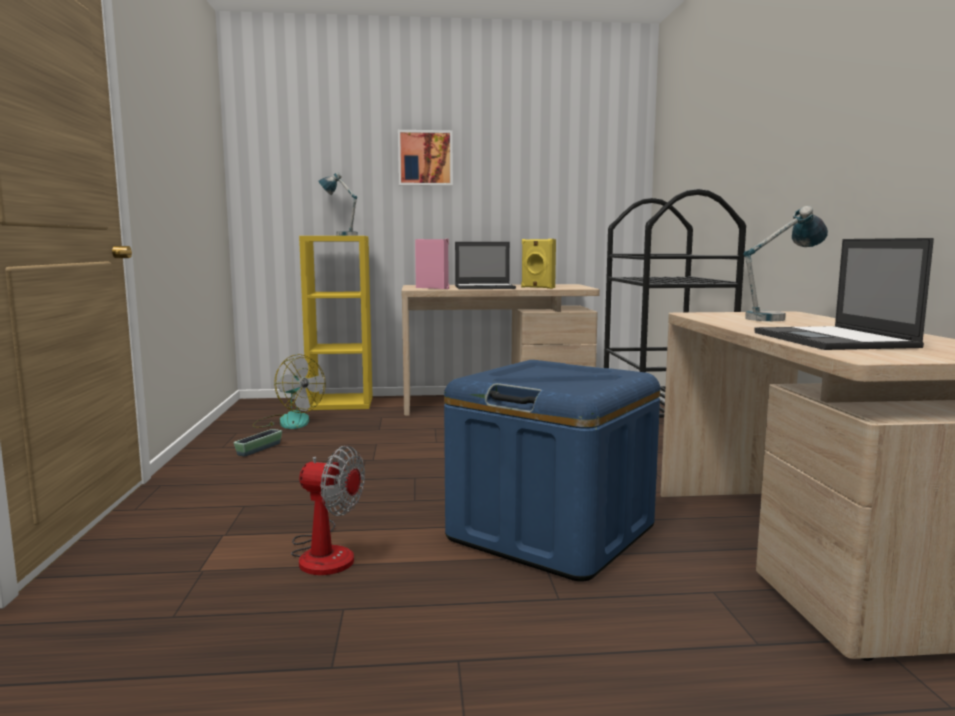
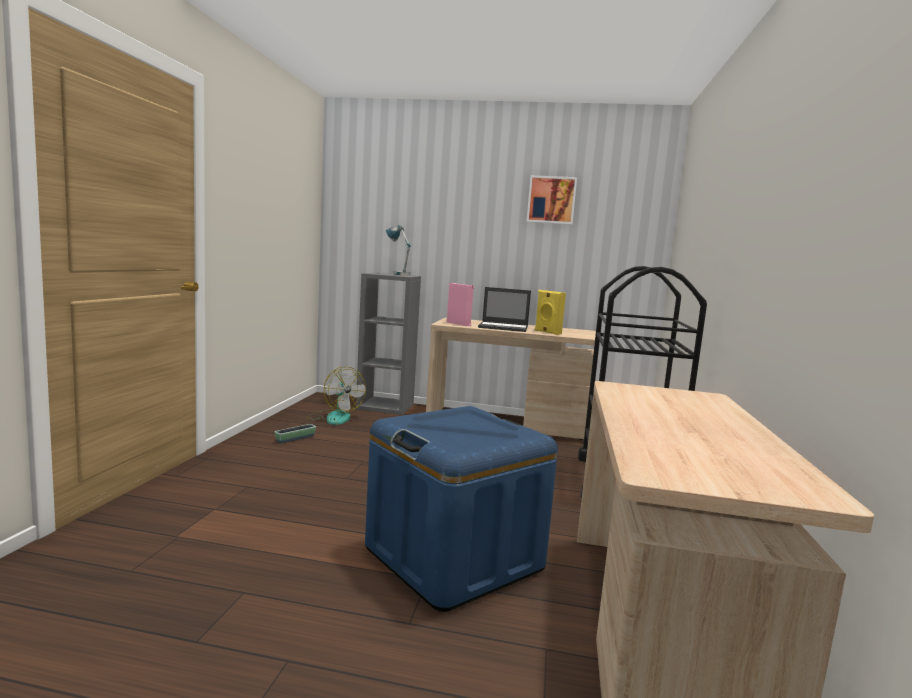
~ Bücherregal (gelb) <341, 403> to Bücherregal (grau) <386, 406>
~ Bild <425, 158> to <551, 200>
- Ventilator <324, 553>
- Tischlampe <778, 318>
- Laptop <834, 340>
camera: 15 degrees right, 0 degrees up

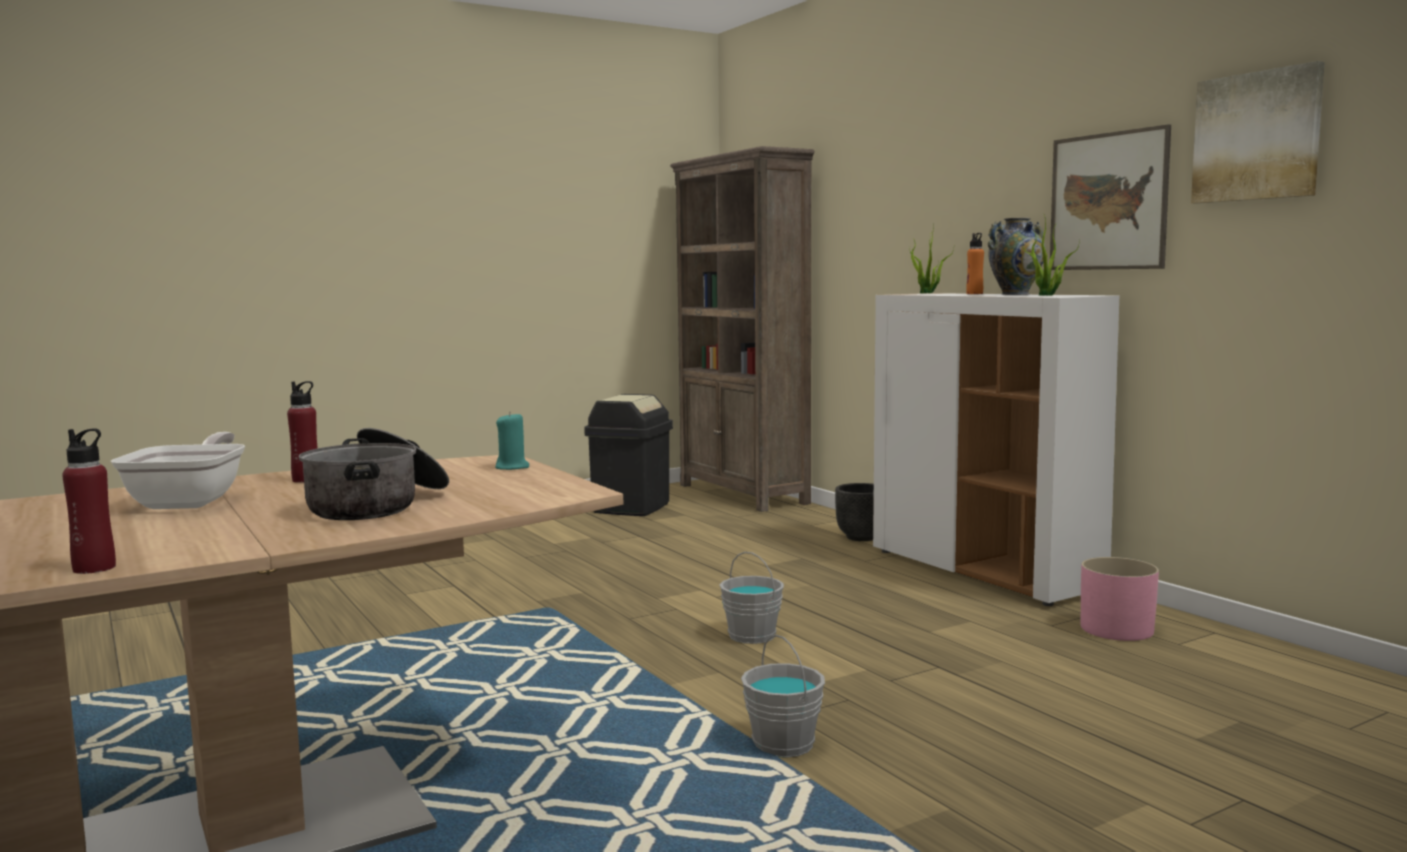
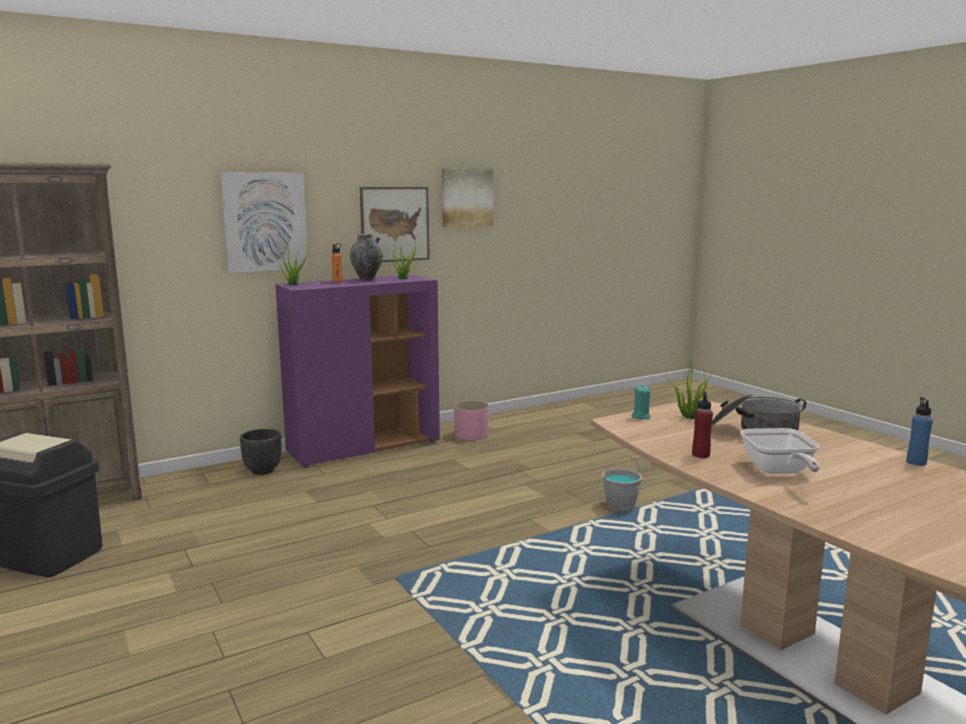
+ Bild <265, 222>
~ Schrank (weiß) <984, 571> to Schrank (lila) <364, 448>
+ Topfpflanze <688, 417>
~ Pfanne <192, 501> = <778, 471> 90 degrees counterclockwise
~ Flasche (rot) <94, 568> to Flasche (blau) <916, 462>
- Eimer (grau) <751, 635>
camera: 90 degrees left, 5 degrees up

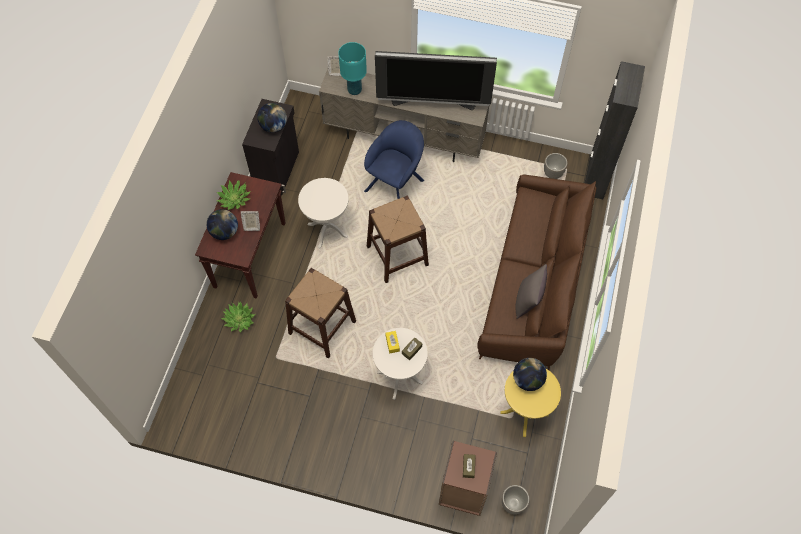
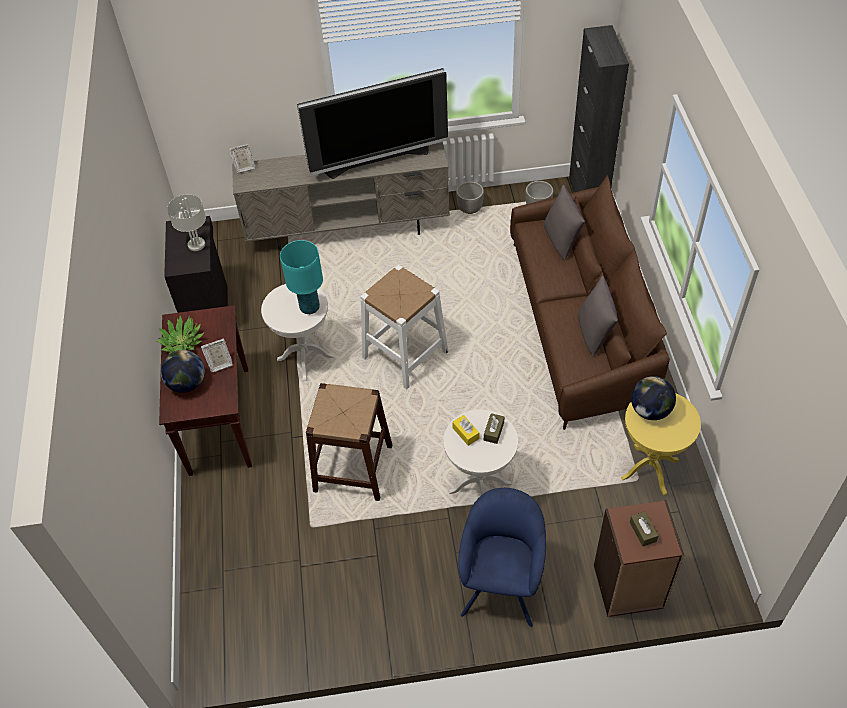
~ Globus <273, 126> to Tischlampe (grau) <196, 245>
~ Tischlampe (türkis) <354, 90> to <309, 307>
~ Hocker (braun) <397, 255> to Hocker (weiß) <405, 354>
~ Pflanzkübel <512, 503> to <469, 209>
~ Sessel (blau) <396, 183> to <502, 582>
+ Kissen (grau) <561, 241>
- Topfpflanze <239, 319>
camera: 20 degrees left, 10 degrees down

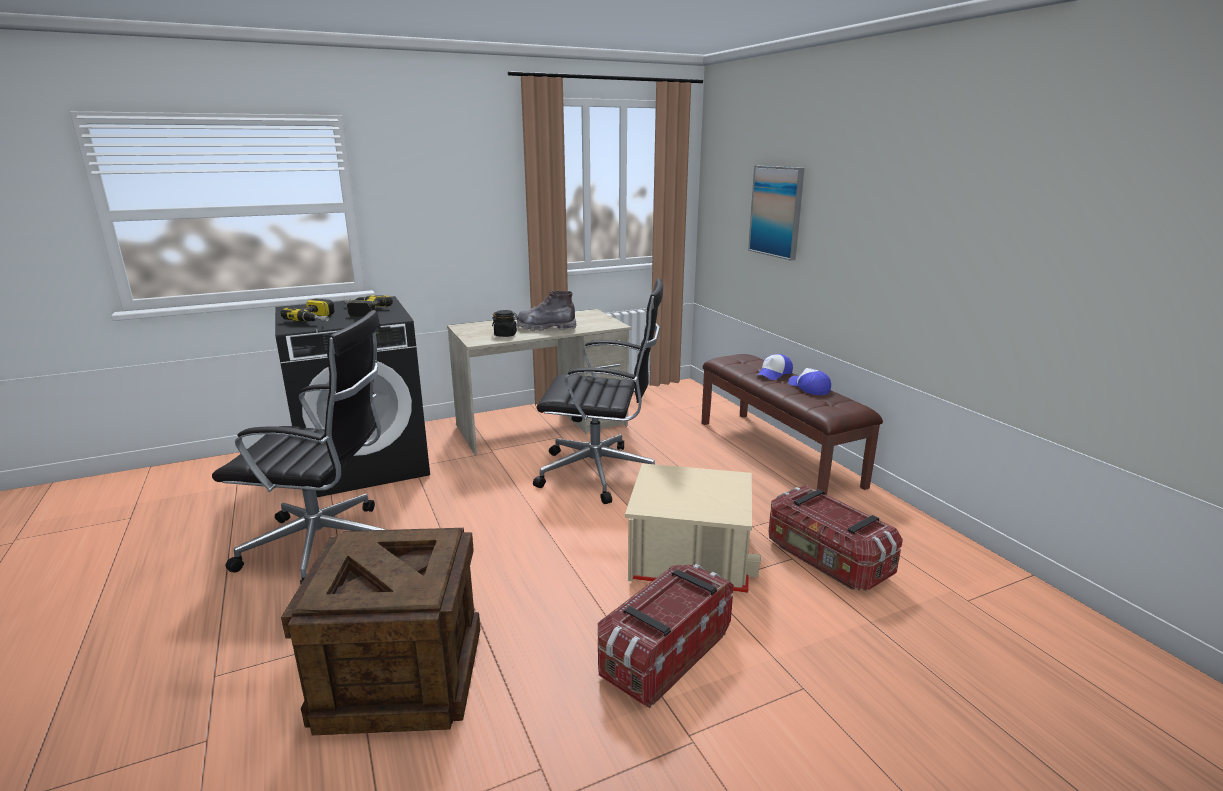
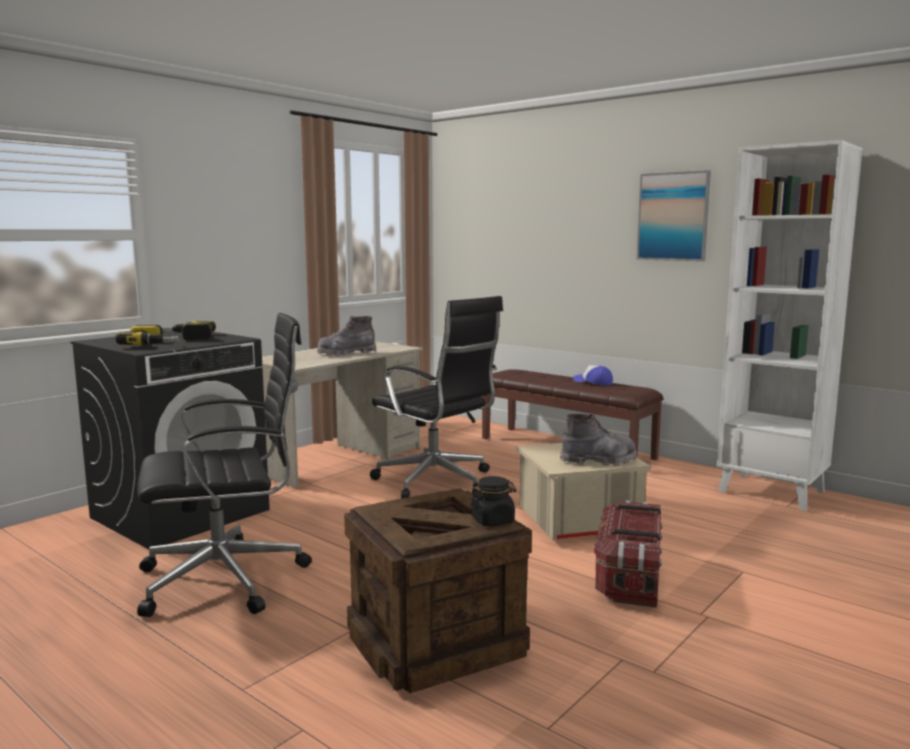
~ Bürostuhl (schwarz) <600, 473> = <437, 482> 60 degrees clockwise
~ Vorratsglas (schwarz) <505, 335> to <493, 520>
+ Stiefel (grau) <599, 461>
~ Bild <776, 211> to <673, 216>
+ Bücherregal (weiß) <772, 491>
- Kappe <774, 374>
- Aufbewahrungsbox <826, 560>
camera: 25 degrees left, 10 degrees down

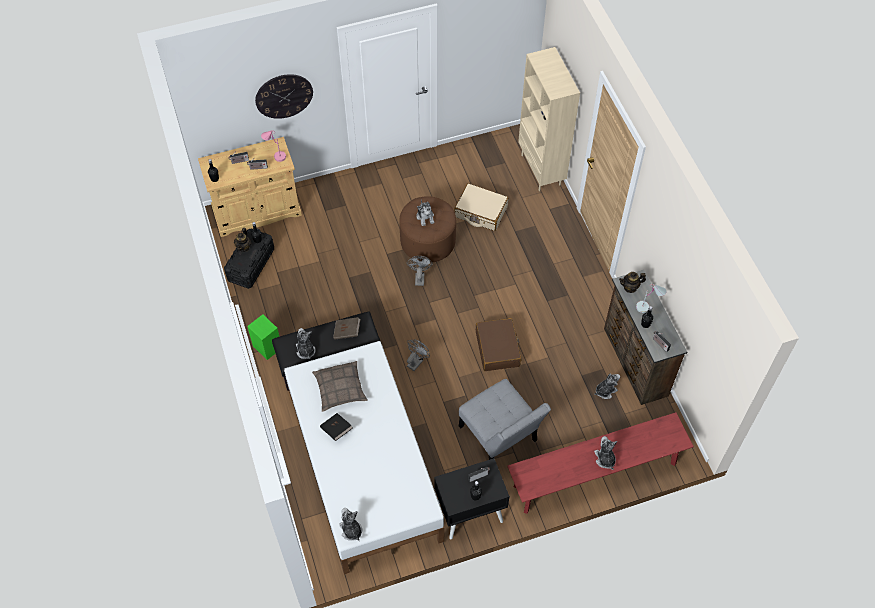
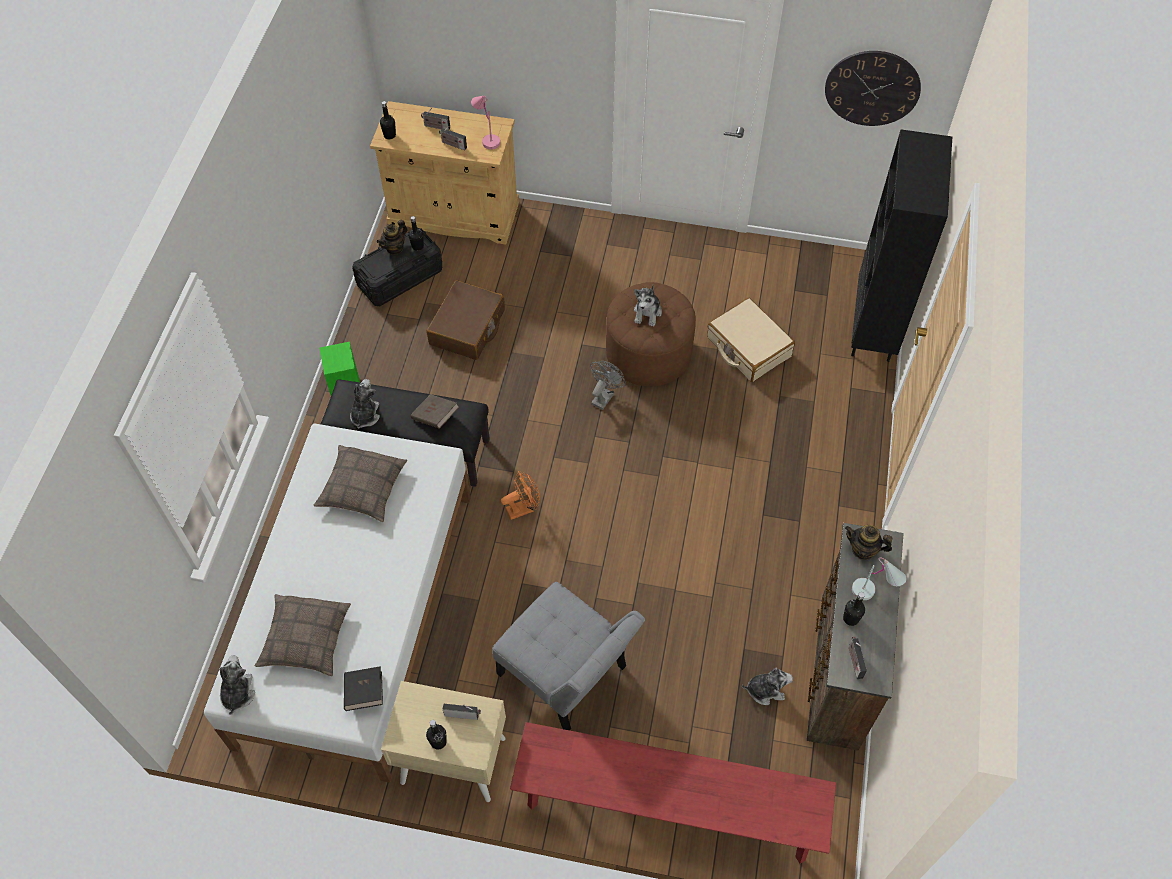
+ Kissen <305, 639>
~ Buch (schwarz) <336, 430> to <364, 693>
~ Nachttisch (schwarz) <469, 512> to Nachttisch (beige) <452, 760>
~ Koffer (braun) <498, 349> to <467, 328>
~ Stuhl (grau) <500, 437> = <567, 675> 45 degrees counterclockwise
~ Ventilator (grau) <416, 361> to Ventilator (orange) <523, 508>
~ Wanduhr <284, 96> to <872, 88>
~ Bücherregal (beige) <541, 170> to Bücherregal (schwarz) <874, 328>
- Plüschtier <605, 459>
camera: 30 degrees right, 0 degrees up

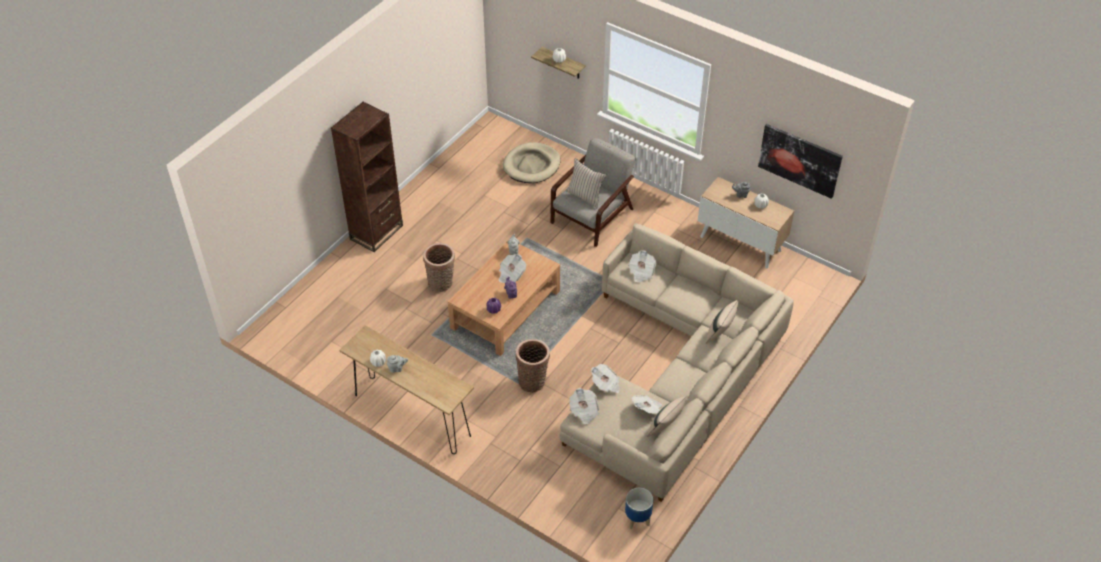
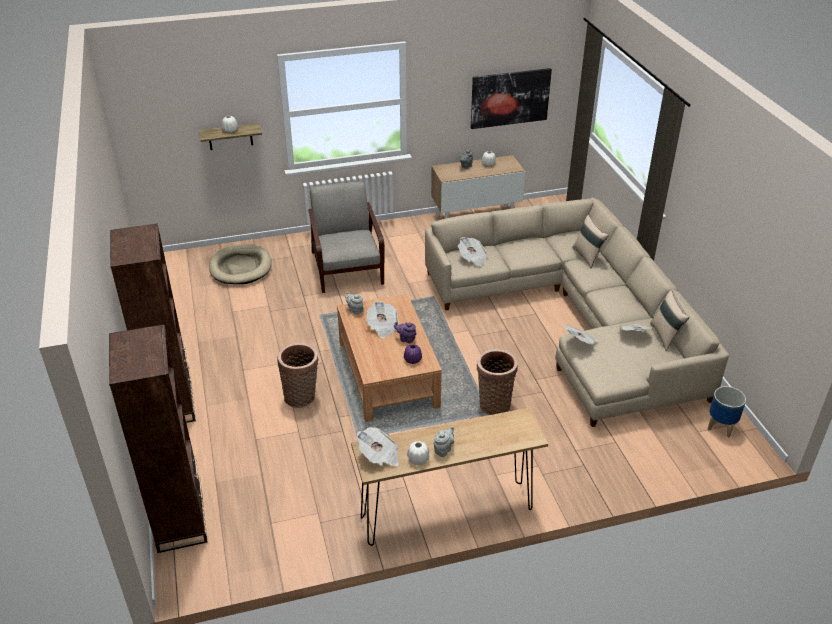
+ Bücherregal (braun) <180, 520>
~ Zeitung <584, 411> to <379, 456>
- Kissen (beige) <585, 196>
camera: 50 degrees left, 10 degrees down

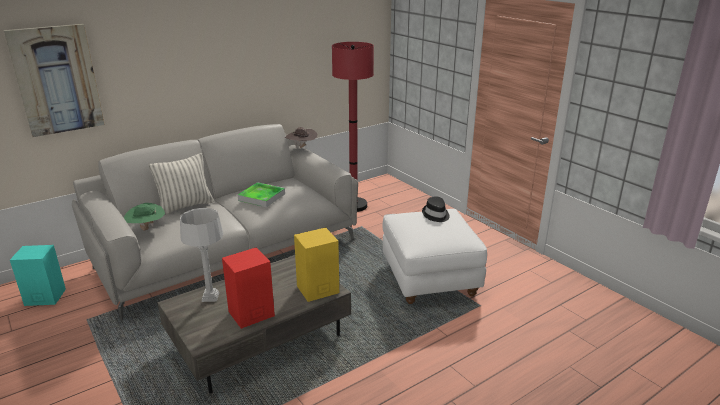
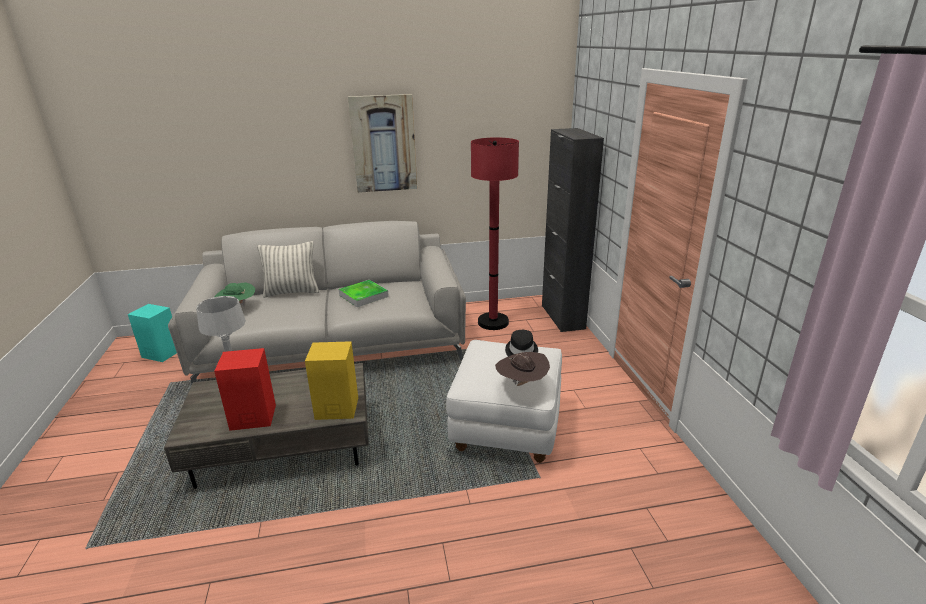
~ Bild <57, 80> to <383, 144>
~ Hut (braun) <301, 148> to <522, 384>
+ Schrank (schwarz) <562, 317>
camera: 25 degrees right, 0 degrees up

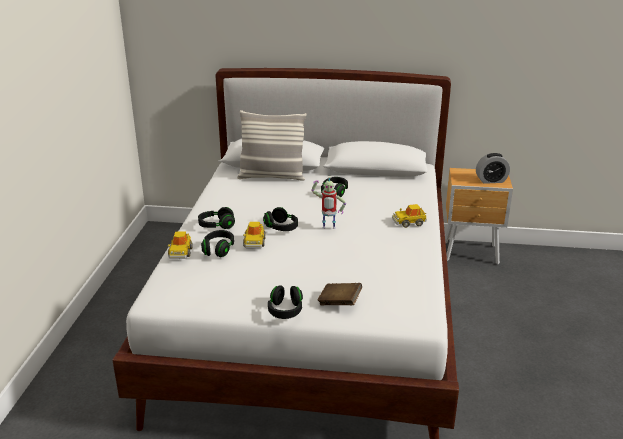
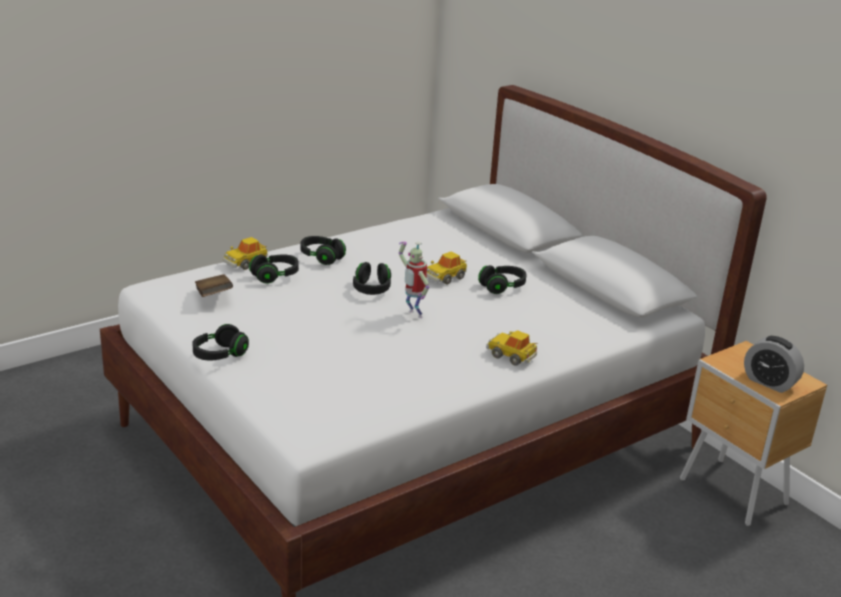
~ Buch (braun) <339, 303> to <214, 296>
~ Spielzeugauto <254, 242> to <445, 277>
- Kissen <272, 176>
camera: 45 degrees right, 0 degrees up

